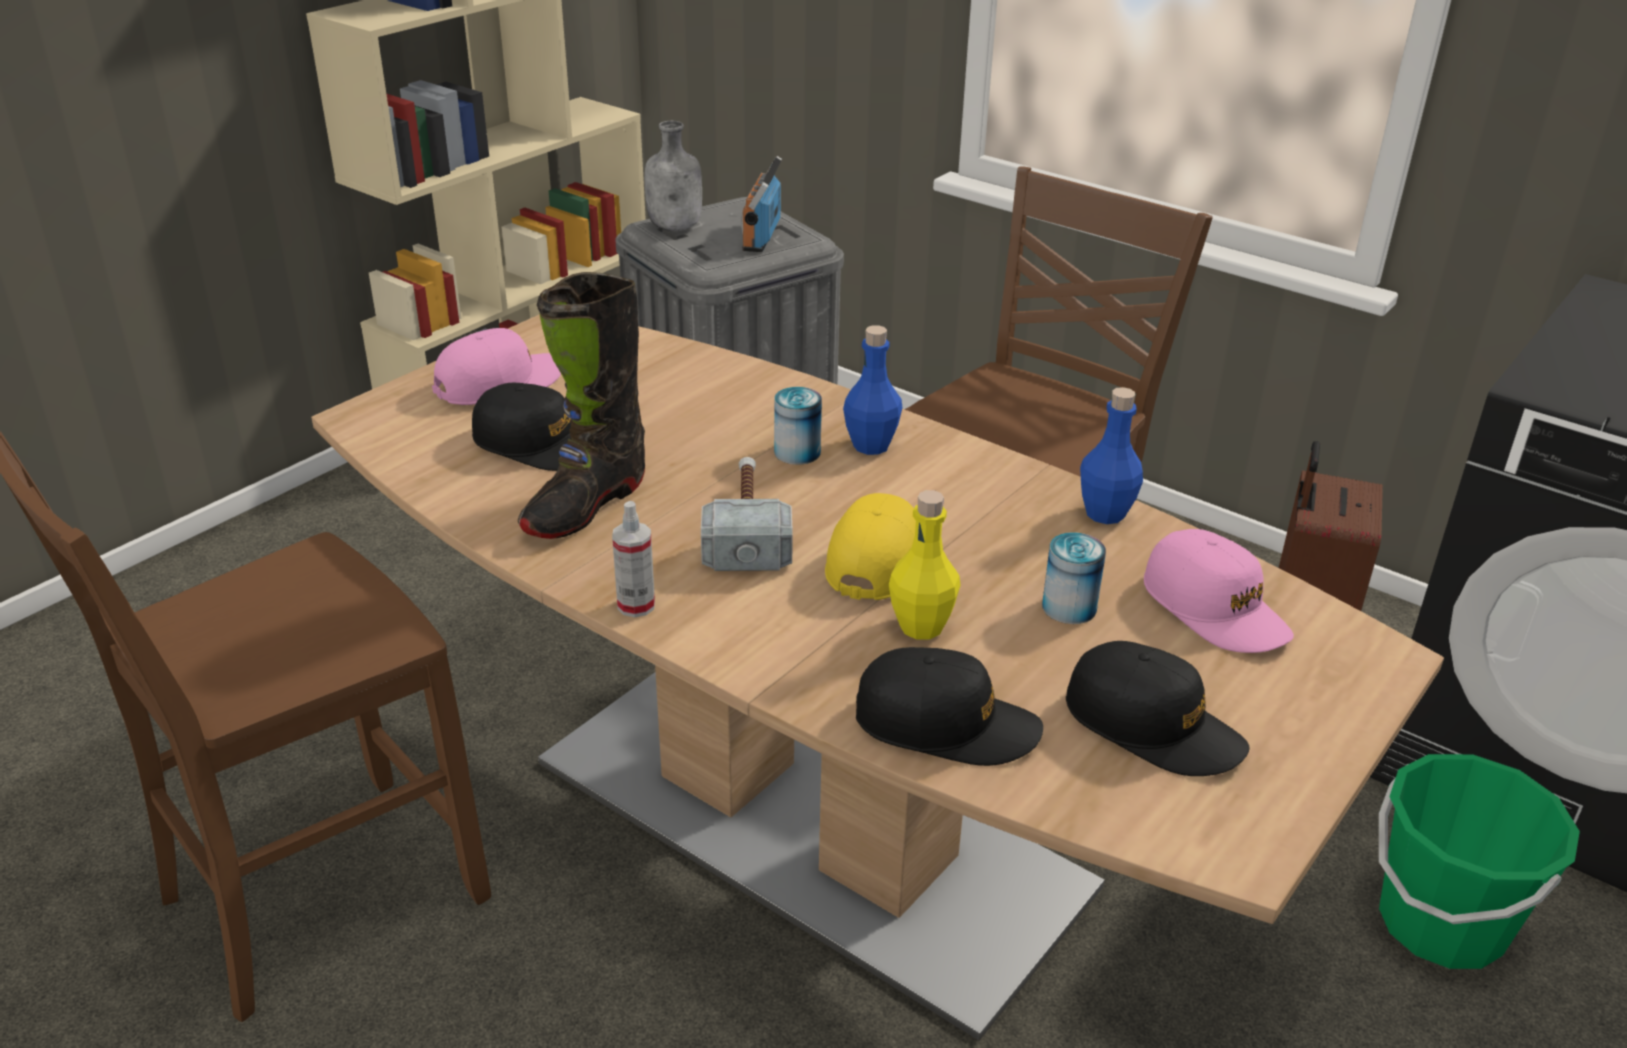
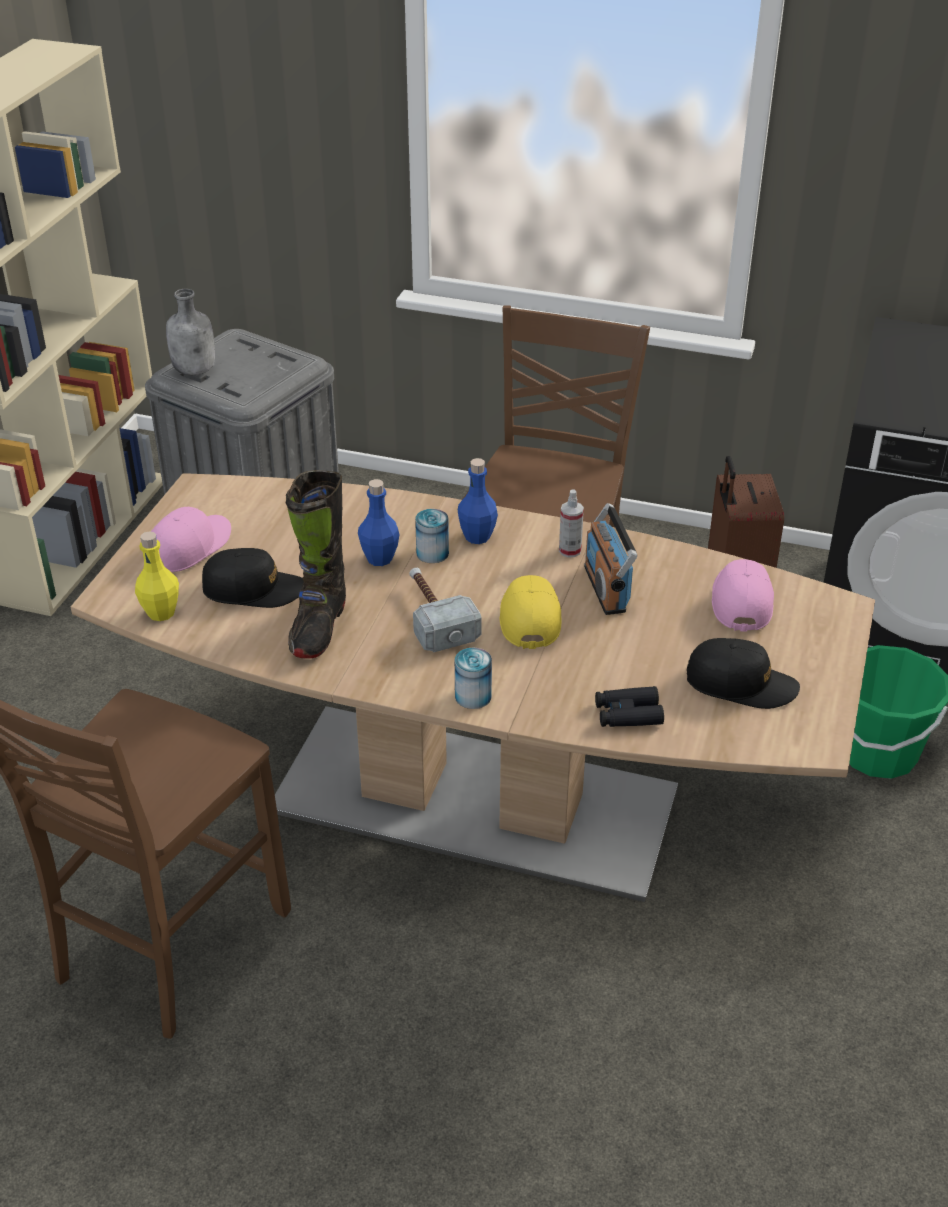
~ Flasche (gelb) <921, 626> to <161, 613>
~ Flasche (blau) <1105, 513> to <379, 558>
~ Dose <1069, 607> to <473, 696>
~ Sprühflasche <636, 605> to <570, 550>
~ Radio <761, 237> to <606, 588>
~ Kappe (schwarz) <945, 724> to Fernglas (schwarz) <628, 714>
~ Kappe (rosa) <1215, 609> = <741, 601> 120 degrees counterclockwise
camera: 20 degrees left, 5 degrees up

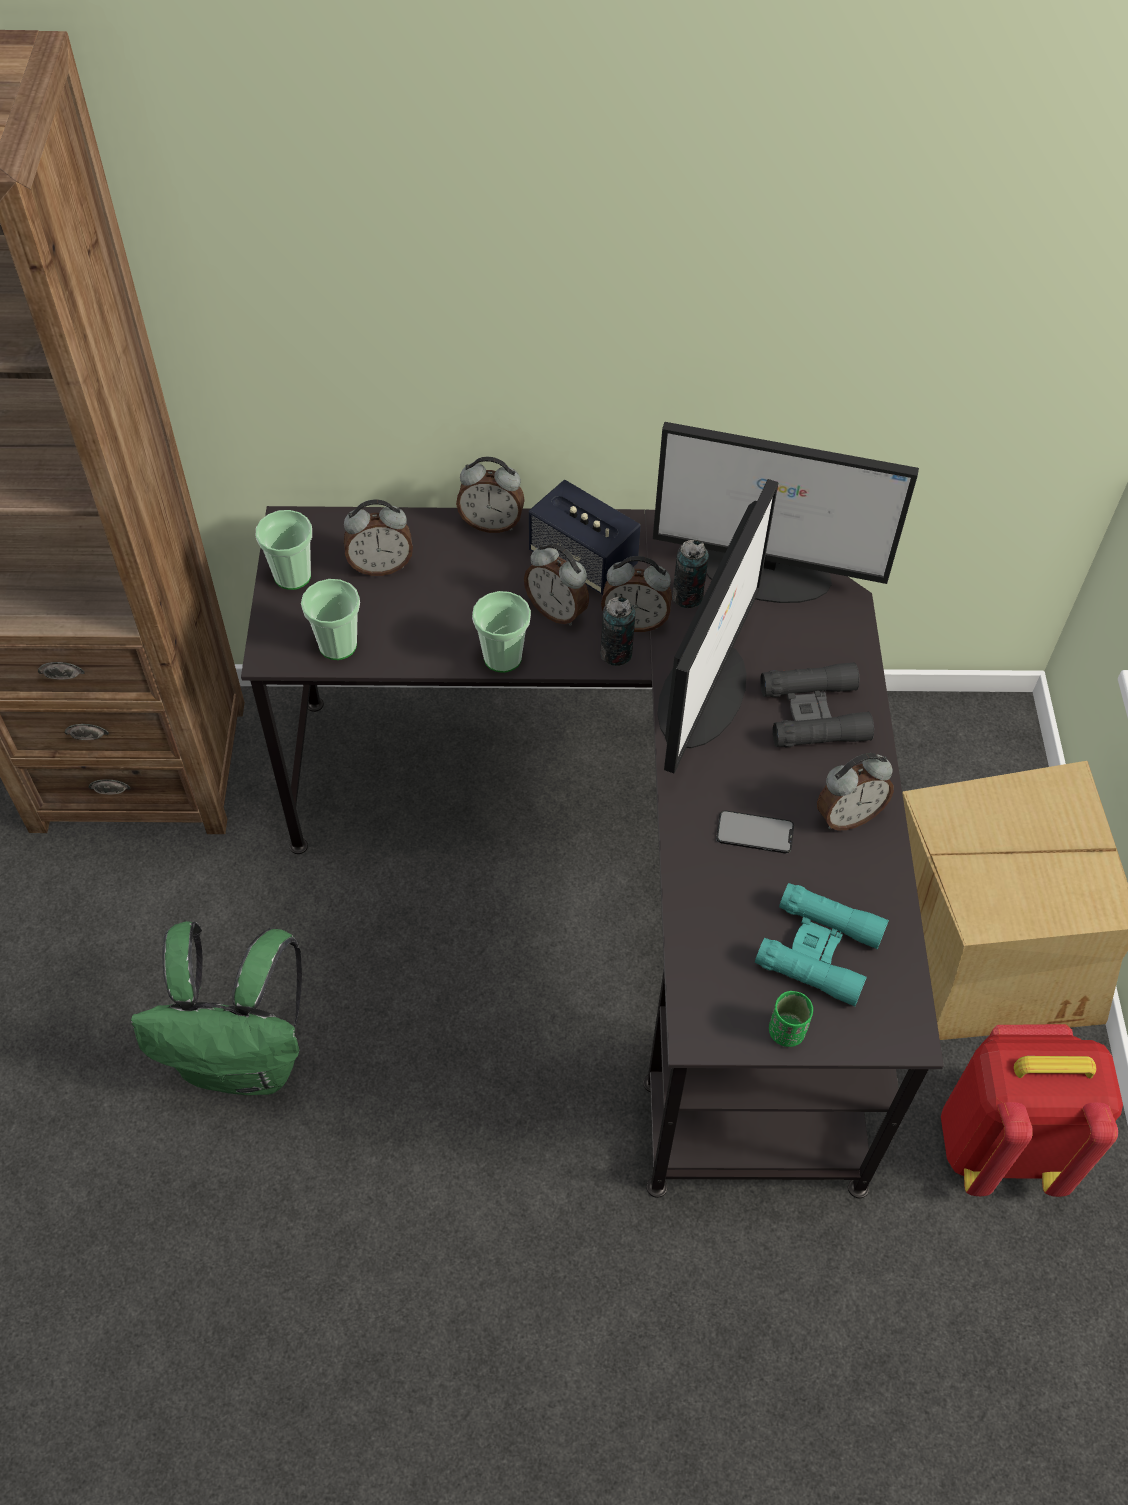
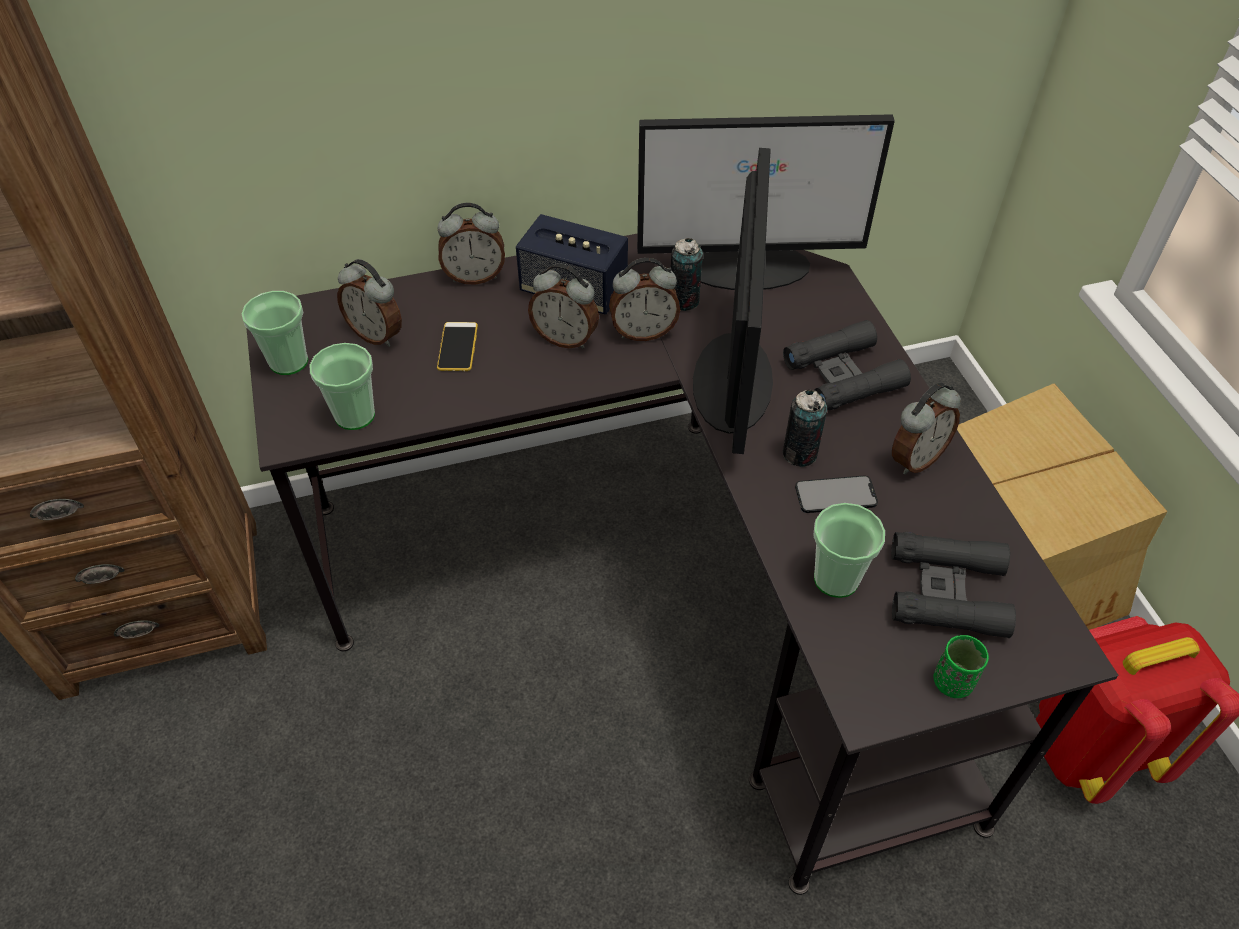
~ Wecker <380, 566> = <377, 334> 60 degrees clockwise
+ Handy <457, 347>
~ Dose <616, 654> to <799, 454>
~ Tasse <502, 657> to <836, 579>
~ Fernglas (türkis) <819, 949> to Fernglas (schwarz) <947, 591>
- Rucksack (grün) <246, 1059>
camera: 15 degrees left, 5 degrees down

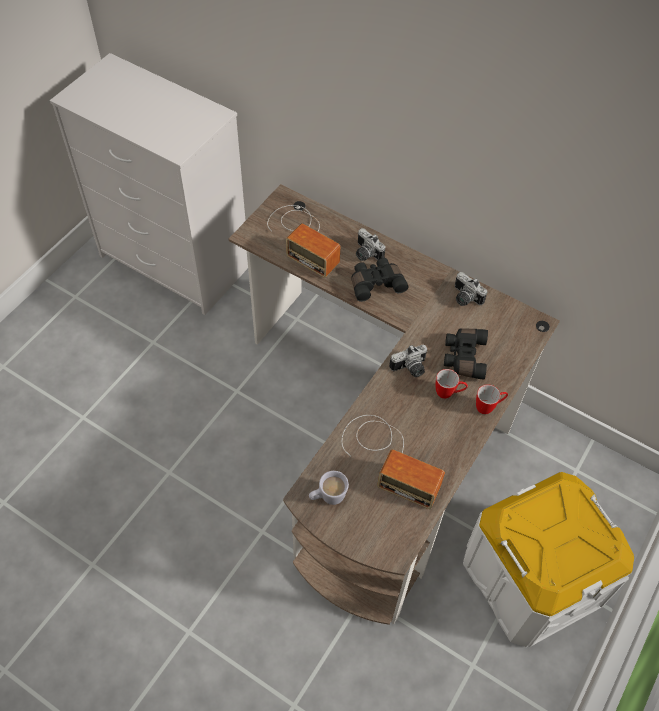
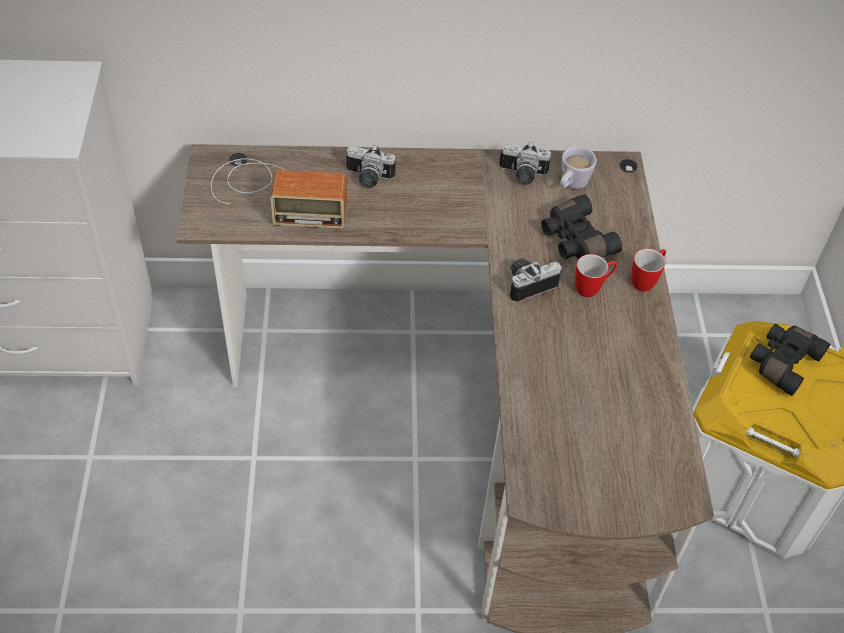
~ Kamera <410, 369> = <528, 283> 150 degrees counterclockwise
~ Henkelbecher (weiß) <327, 497> to <571, 185>
~ Fernglas (schwarz) <376, 283> to <782, 362>
- Radio <389, 458>
camera: 35 degrees left, 5 degrees down

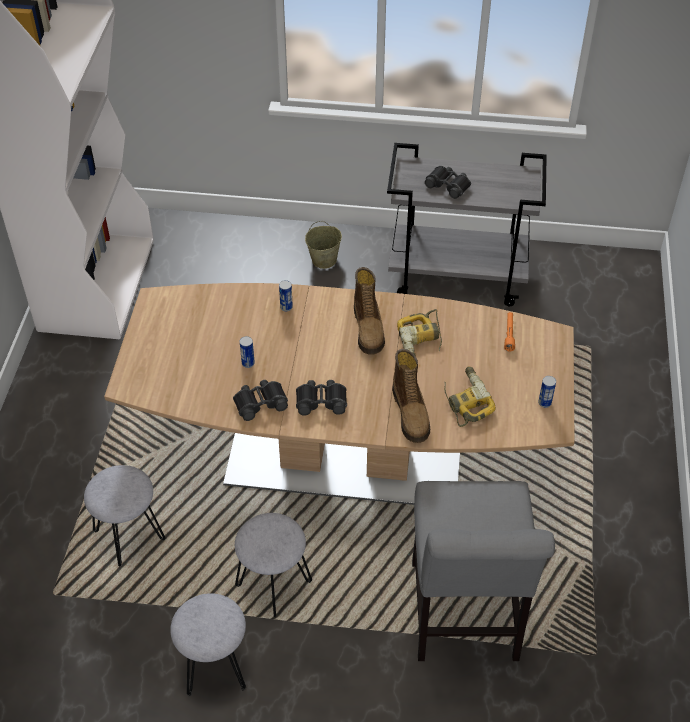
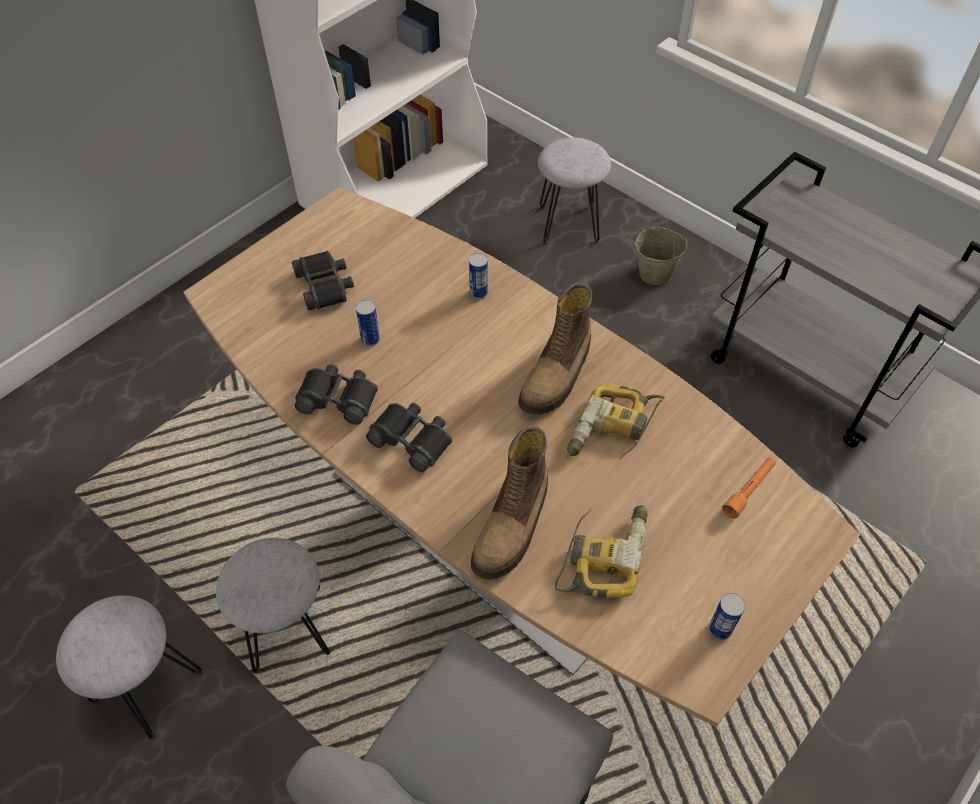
~ Fernglas (schwarz) <448, 185> to <325, 286>
~ Hocker (grau) <130, 536> to <569, 224>
camera: 35 degrees right, 5 degrees up

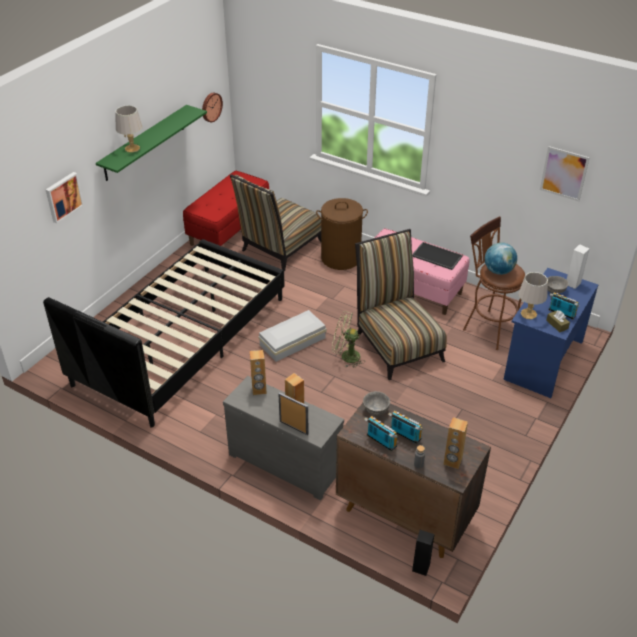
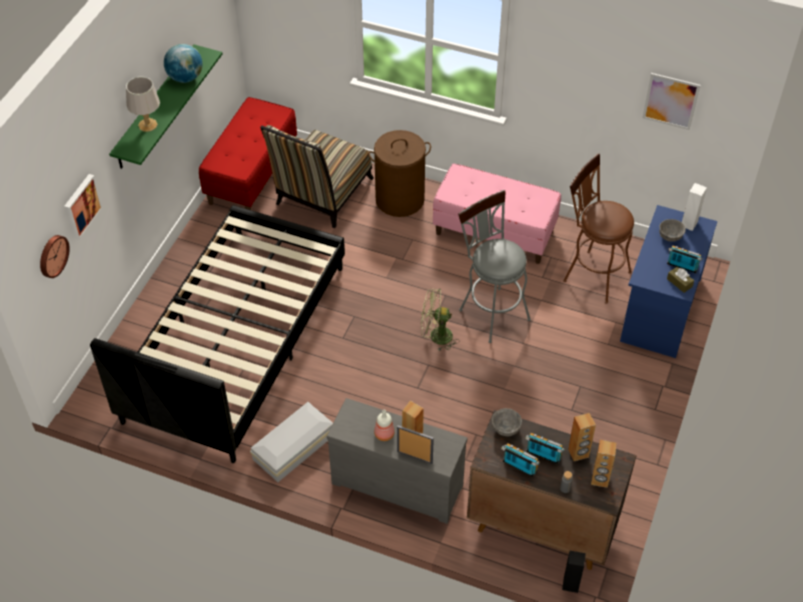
~ Wanduhr <211, 107> to <52, 255>
~ Globus <498, 271> to <185, 78>
~ Aufbewahrungsbox (weiß) <291, 341> to <292, 447>
+ Flasche <383, 434>
~ Stuhl <396, 343> to Hocker (grau) <490, 311>
~ Lautsprecher (braun) <259, 390> to <578, 453>
- Tablett <436, 256>
- Tischlampe (grau) <528, 313>
camera: 10 degrees left, 10 degrees up

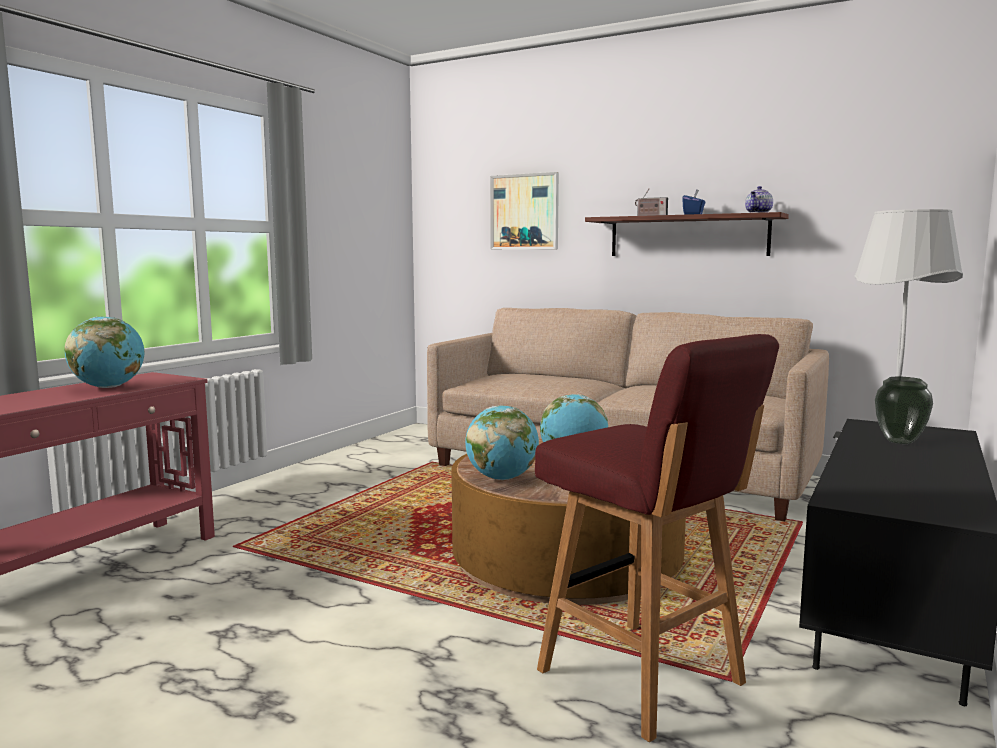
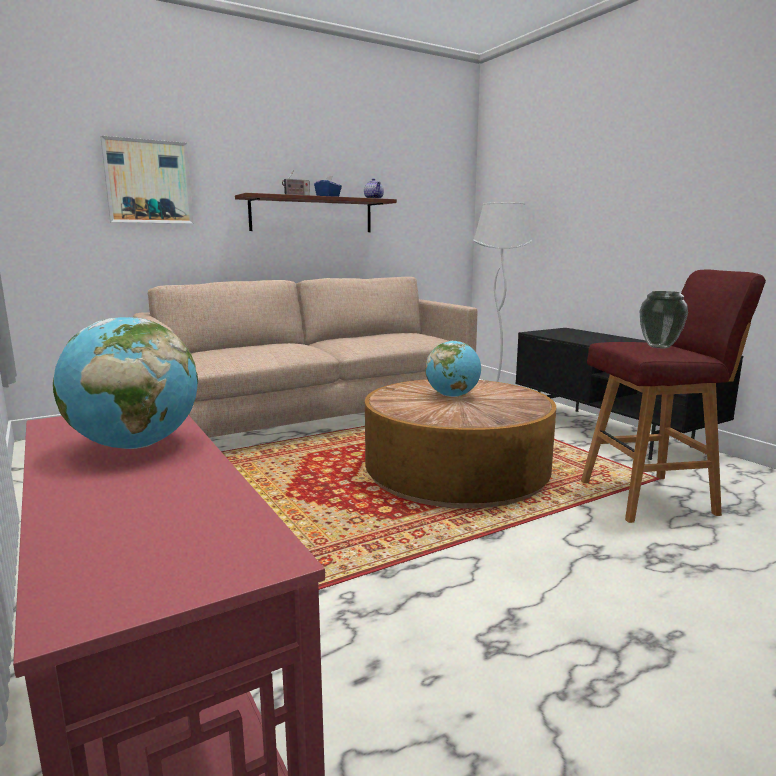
~ Vase <901, 441> to <659, 346>
- Globus <502, 478>
camera: 60 degrees left, 5 degrees up

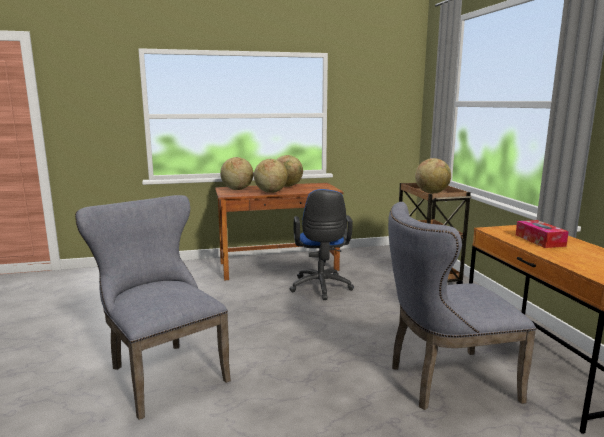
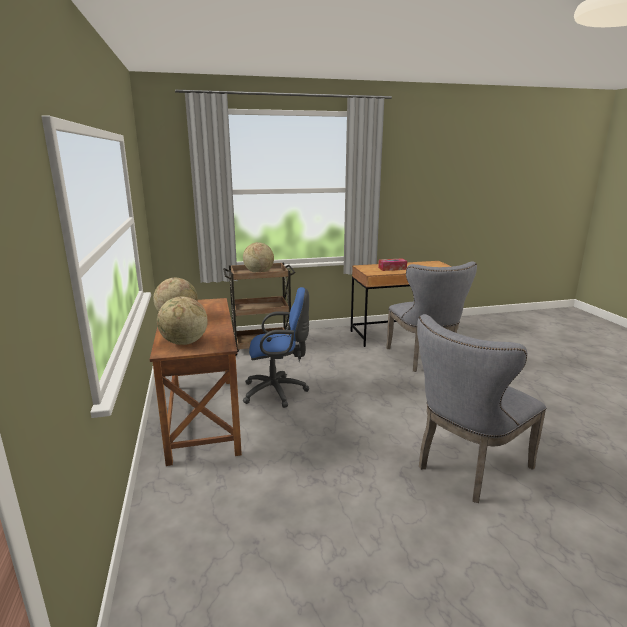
- Globus <270, 192>
camera: 90 degrees left, 5 degrees up

